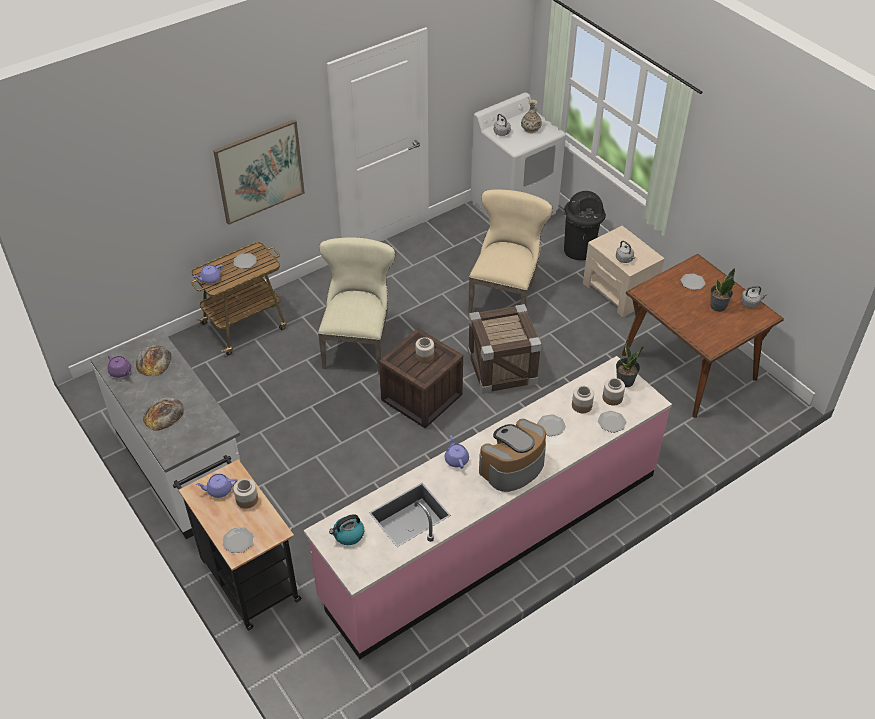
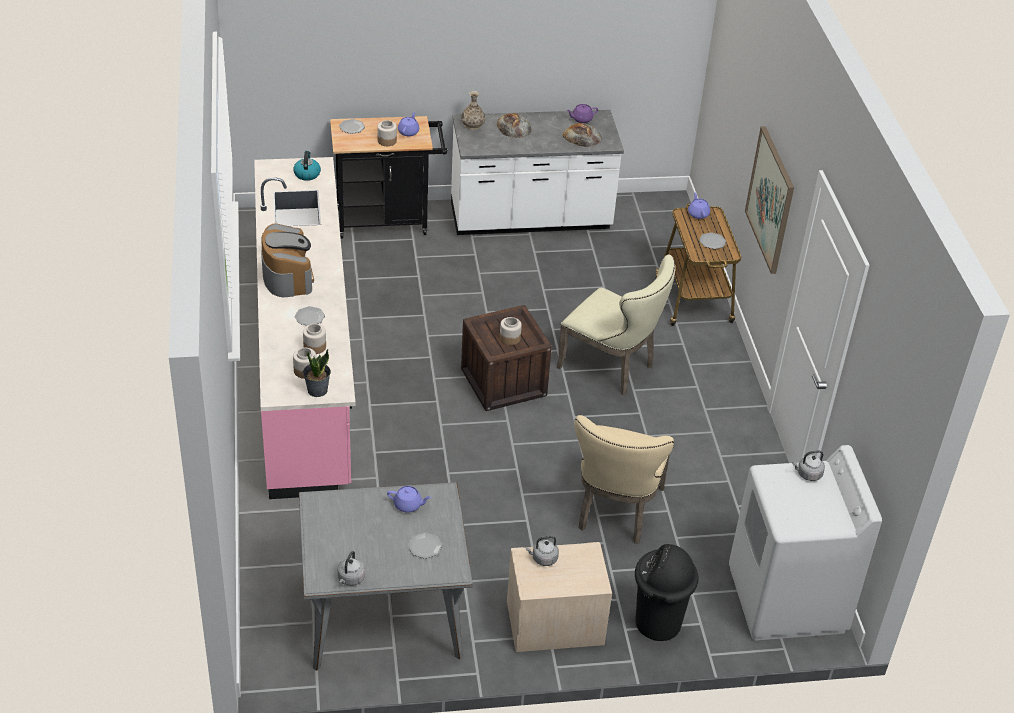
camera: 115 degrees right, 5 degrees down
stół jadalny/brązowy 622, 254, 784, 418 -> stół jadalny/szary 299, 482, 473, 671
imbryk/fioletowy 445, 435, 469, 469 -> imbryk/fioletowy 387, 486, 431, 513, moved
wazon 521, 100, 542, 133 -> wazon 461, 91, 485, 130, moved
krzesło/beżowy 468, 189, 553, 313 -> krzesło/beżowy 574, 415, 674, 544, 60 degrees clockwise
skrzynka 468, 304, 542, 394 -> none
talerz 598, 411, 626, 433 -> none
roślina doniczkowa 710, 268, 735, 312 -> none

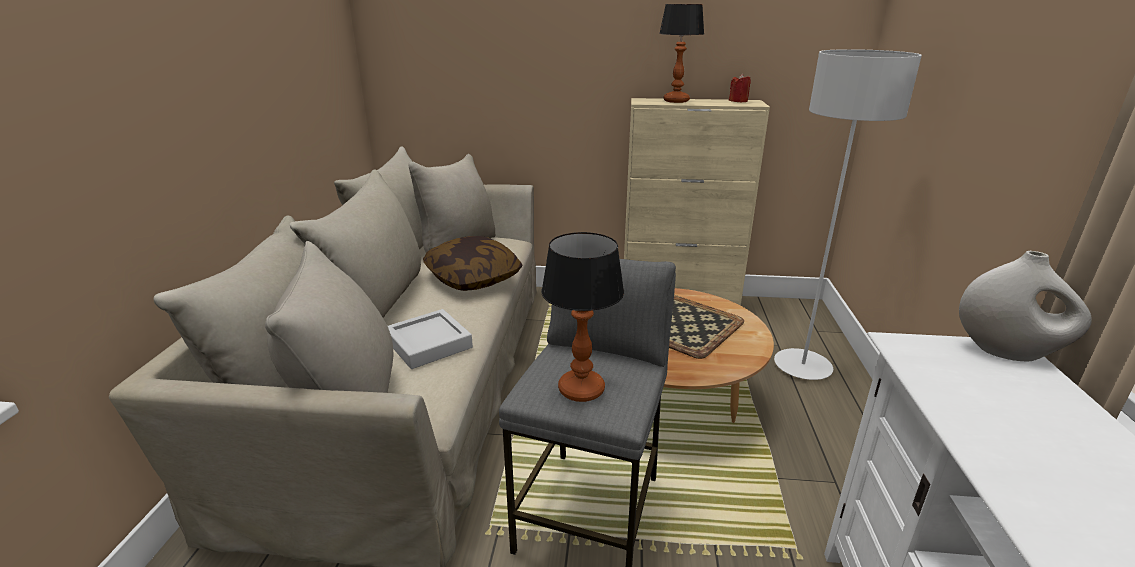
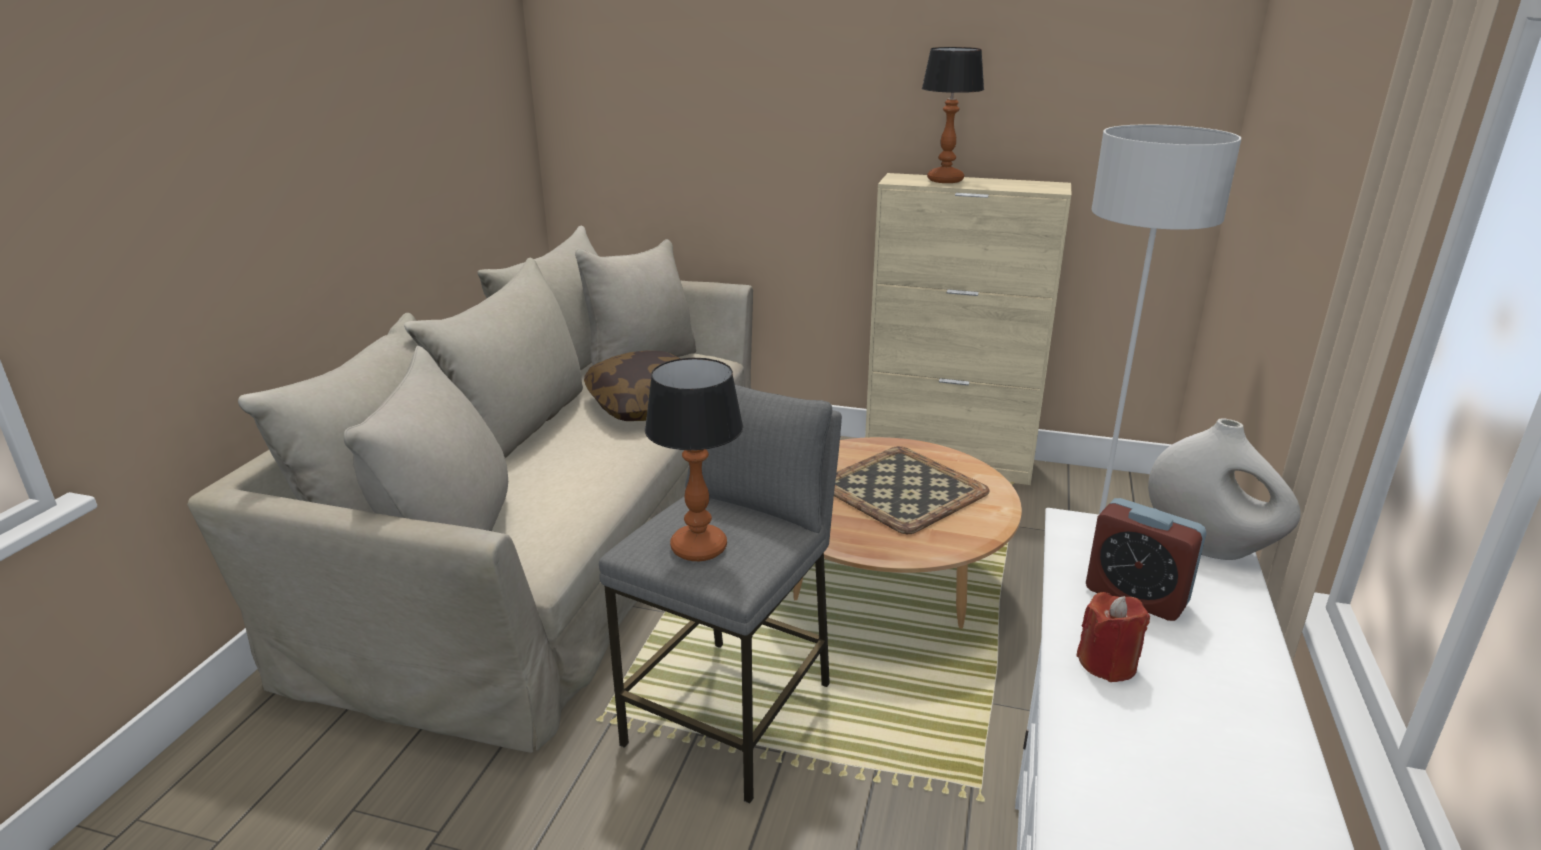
camera: 10 degrees right, 0 degrees up
świeca/czerwony 729, 74, 751, 102 -> świeca/czerwony 1076, 592, 1150, 682, moved
none -> budzik 1086, 498, 1206, 621
taca/szary 388, 309, 473, 369 -> none

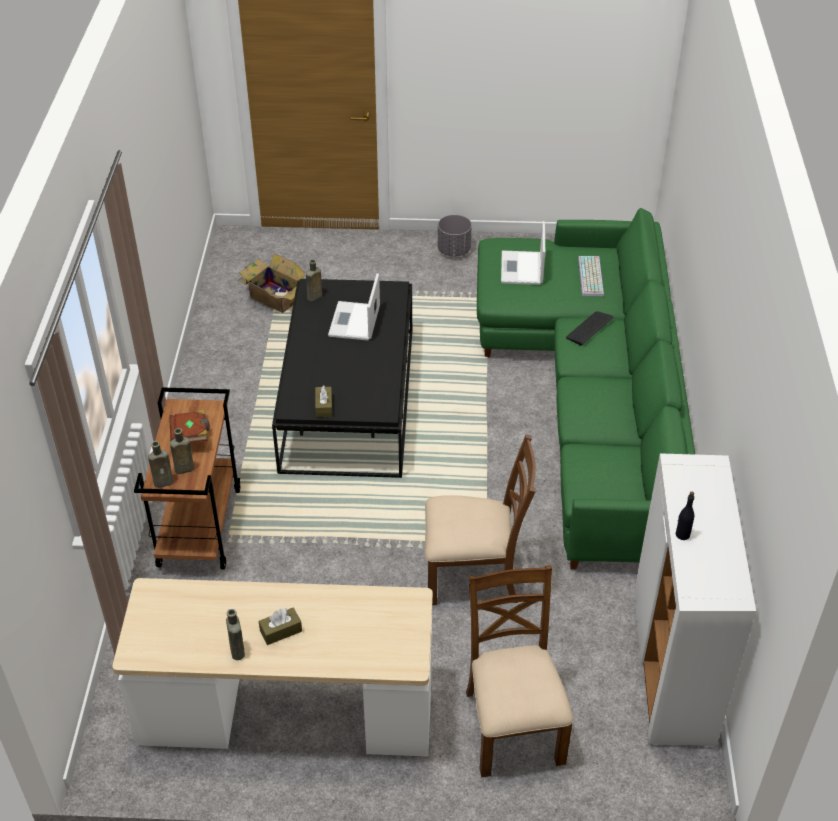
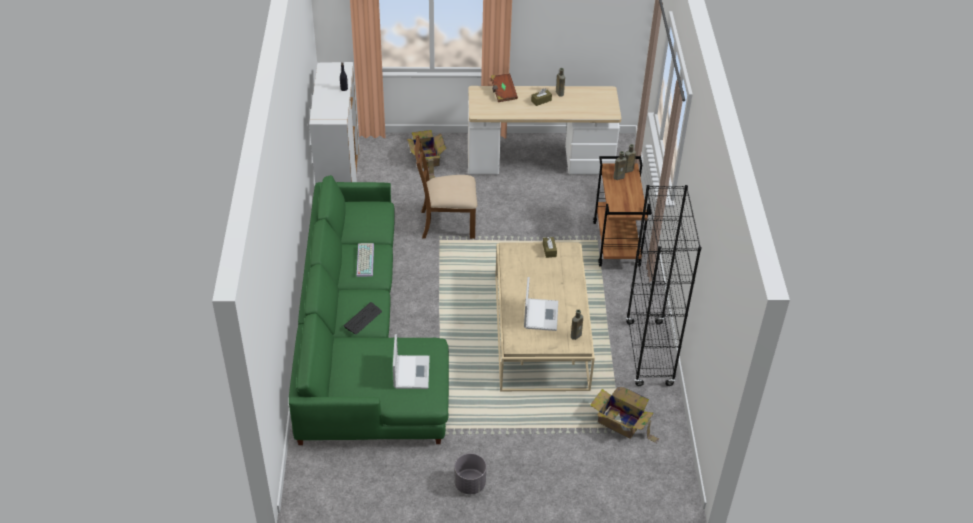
camera: 175 degrees right, 0 degrees up
klawiatura 578, 256, 604, 296 -> klawiatura 356, 243, 374, 277, moved
krzesło/brązowy 466, 565, 573, 777 -> karton 406, 130, 446, 179
książka/brązowy 169, 410, 210, 443 -> książka/brązowy 491, 73, 518, 102, moved
ława/czarny 272, 279, 412, 478 -> ława/beżowy 495, 242, 595, 391
none -> regał/czarny 625, 185, 702, 386

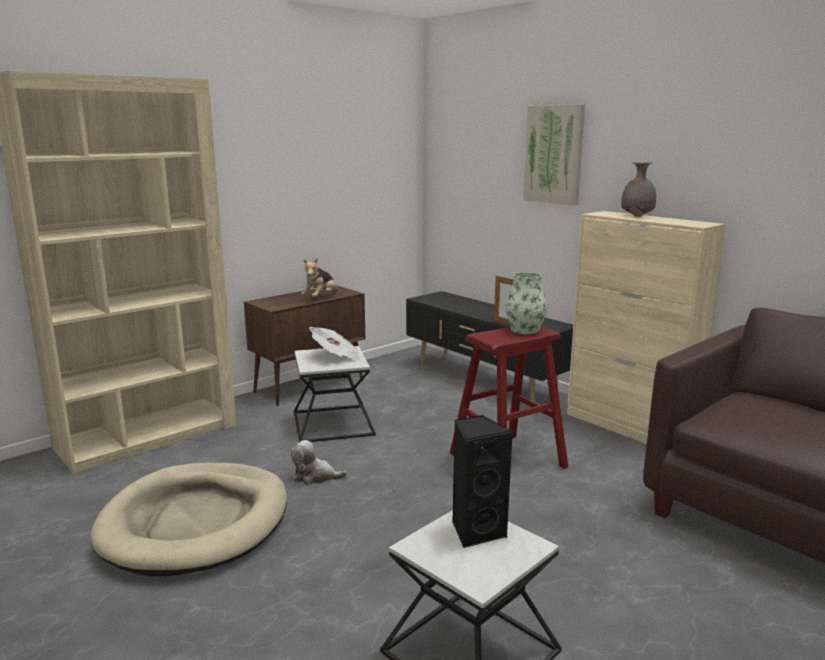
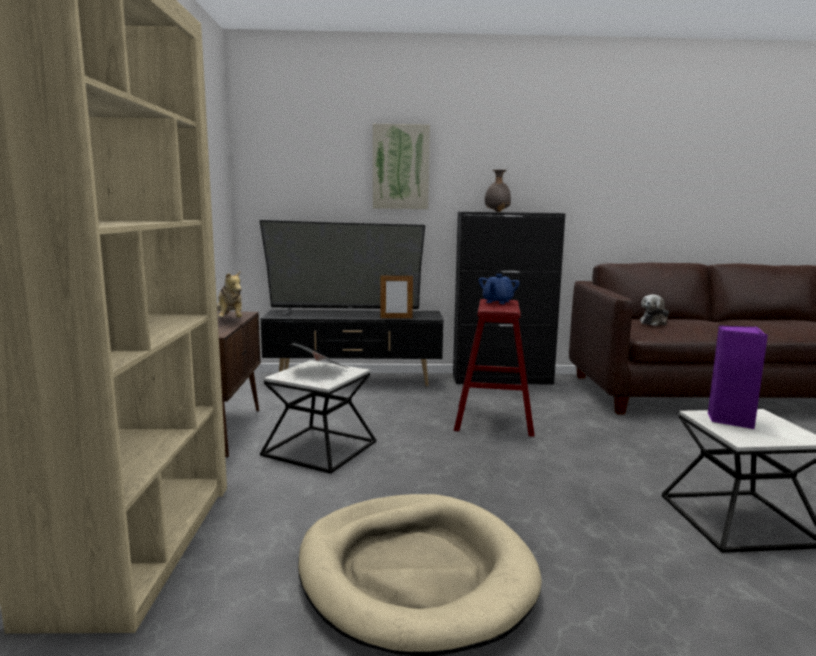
camera: 50 degrees left, 5 degrees down
none -> telewizor 260, 220, 425, 316
szafka/beżowy 567, 211, 725, 444 -> szafka/czarny 453, 212, 566, 384
wazon 505, 272, 547, 334 -> imbryk/niebieski 479, 274, 520, 304
pluszak 290, 440, 347, 485 -> pluszak 640, 294, 669, 326, moved
głośnik/czarny 452, 415, 513, 548 -> głośnik/fioletowy 708, 325, 768, 429

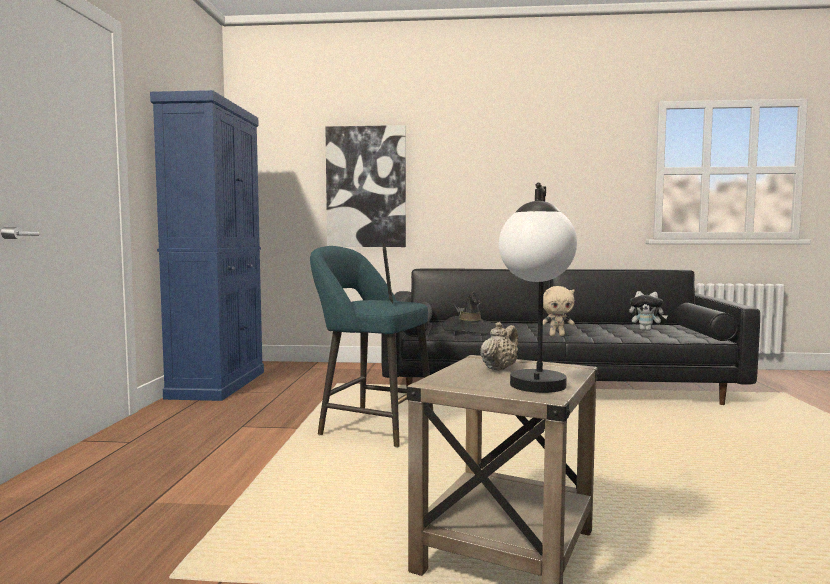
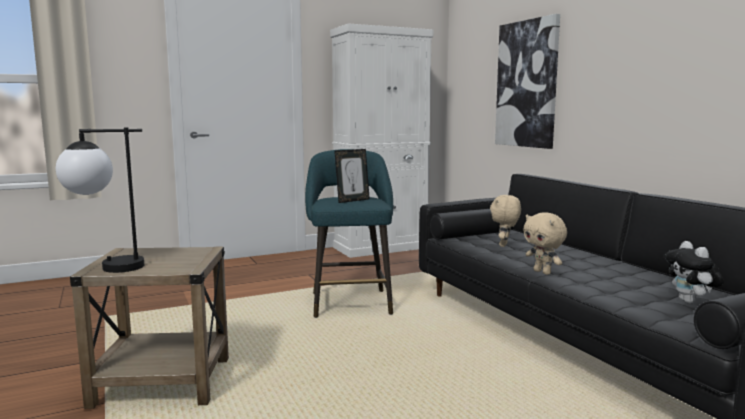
camera: 60 degrees right, 5 degrees up
szafka/niebieski 150, 90, 264, 401 -> szafka/biały 330, 23, 433, 258
kapelusz/czarny 442, 291, 496, 334 -> pluszak/beżowy 490, 195, 521, 247
imbryk/beżowy 481, 322, 518, 371 -> none

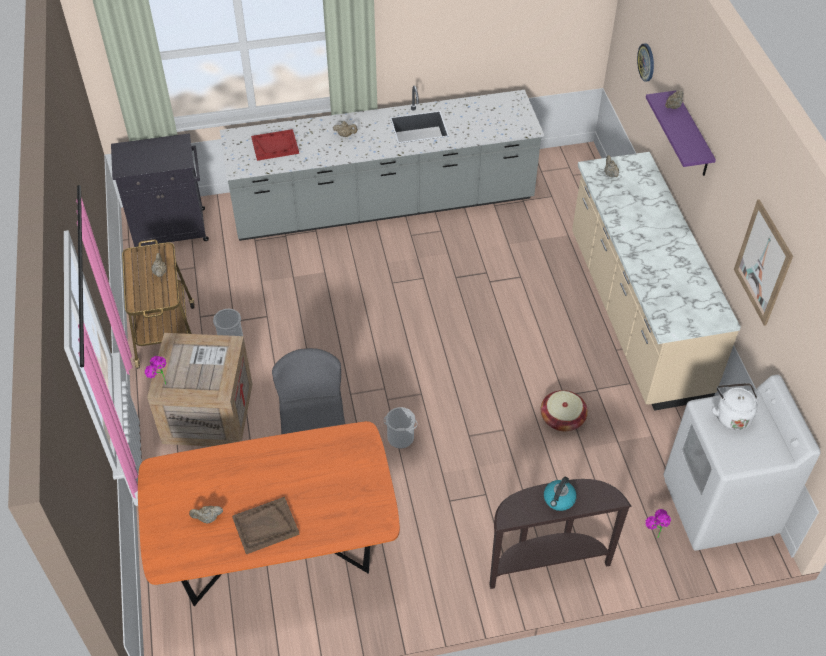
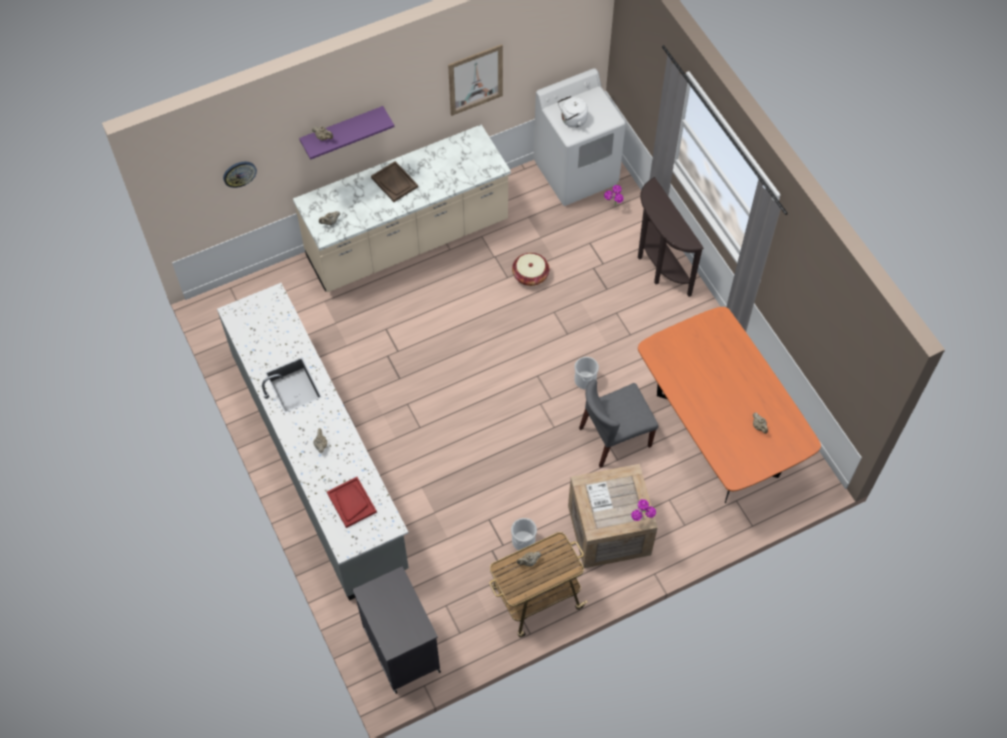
camera: 105 degrees left, 10 degrees up
taca/brązowy 232, 497, 300, 554 -> taca/brązowy 371, 161, 418, 202, moved
czajnik 544, 477, 577, 511 -> none

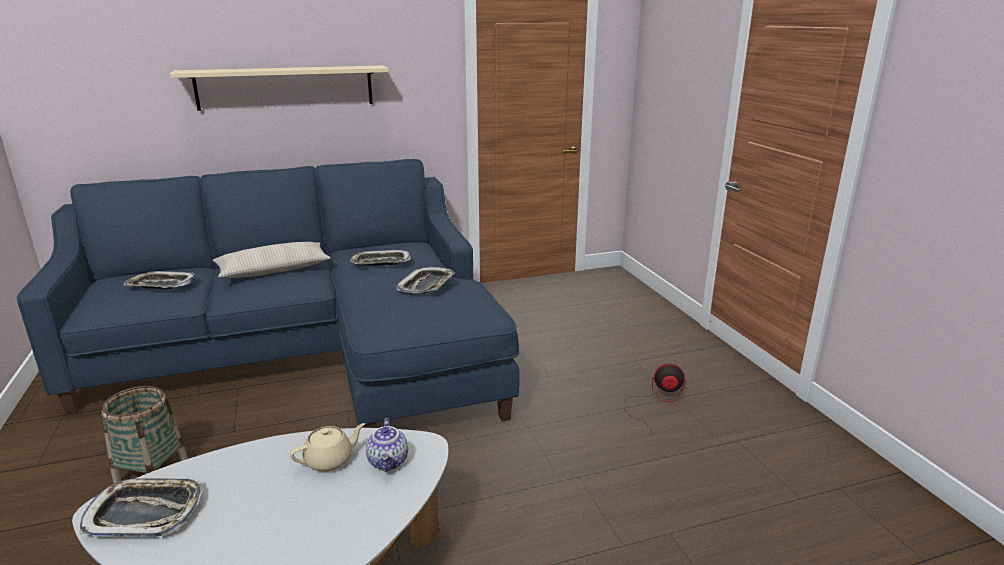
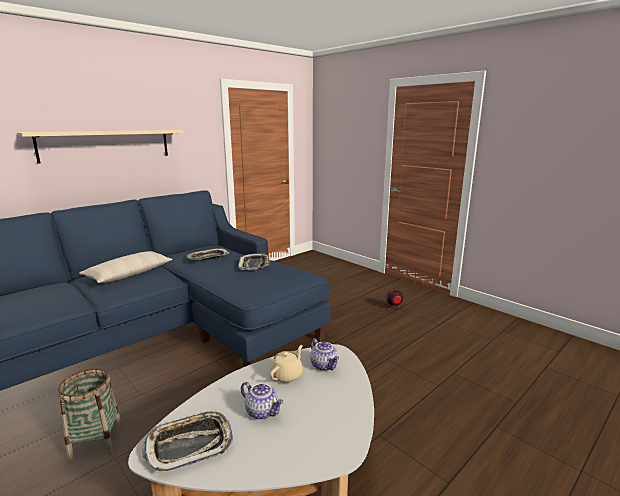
camera: 25 degrees left, 5 degrees down
none -> imbryk 241, 382, 284, 420
taca 124, 271, 195, 290 -> none

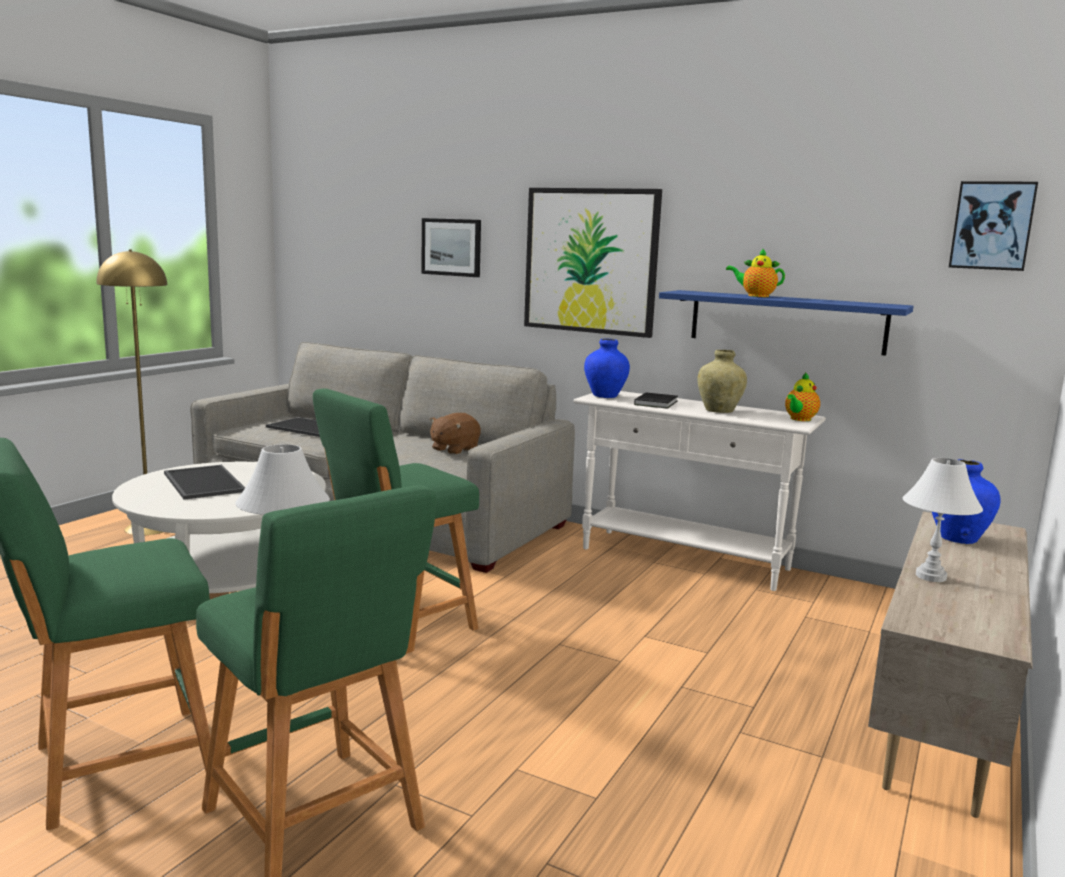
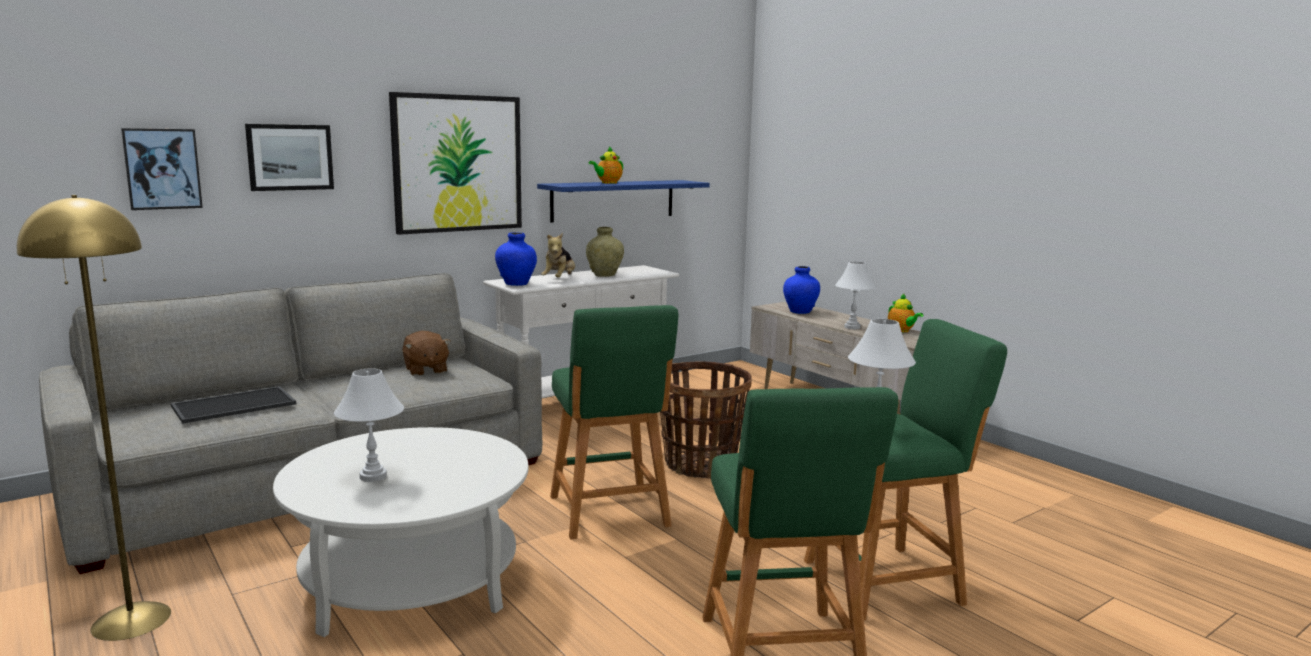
camera: 65 degrees left, 0 degrees up
obraz 949, 181, 1038, 271 -> obraz 121, 128, 203, 210, moved
taca 164, 465, 245, 499 -> lampa stołowa/biały 334, 368, 404, 482
książka/czarny 634, 392, 678, 409 -> pluszak 541, 233, 575, 277
none -> koszyk 660, 361, 752, 478
imbryk 785, 372, 820, 421 -> imbryk 888, 294, 924, 332, moved

